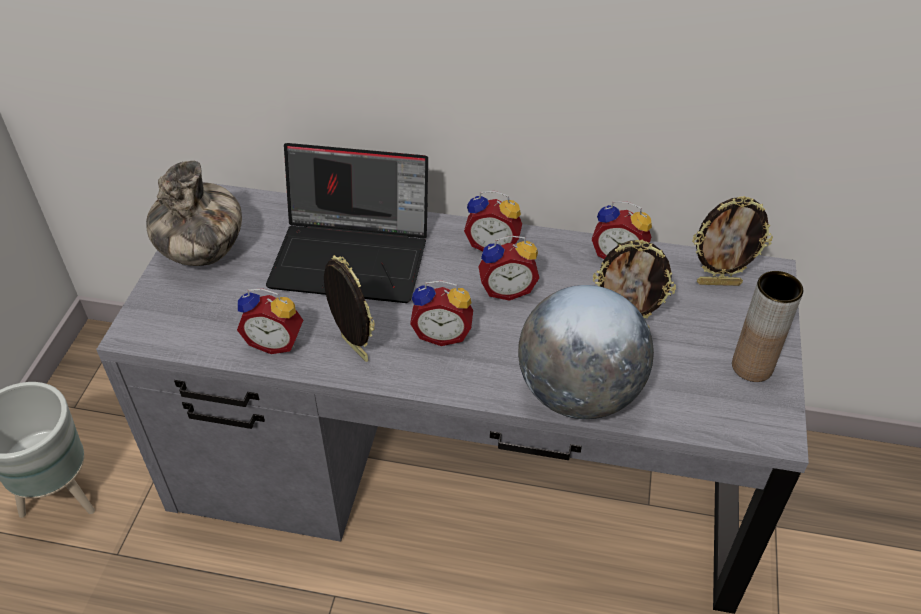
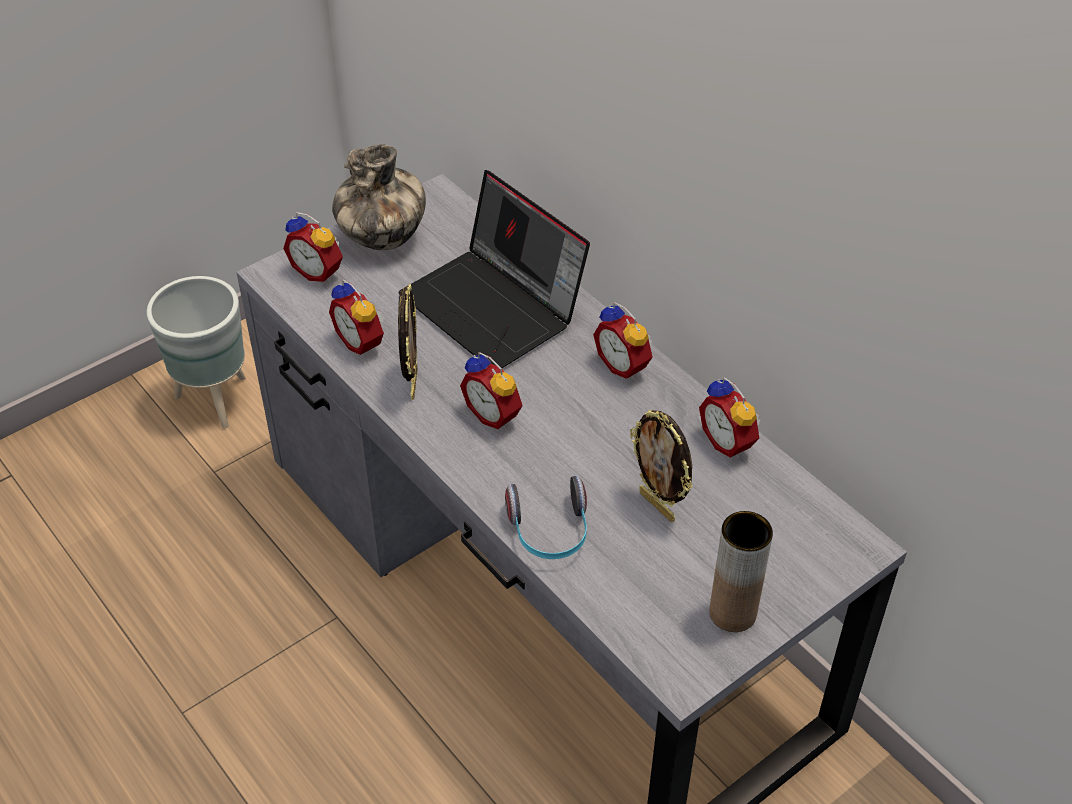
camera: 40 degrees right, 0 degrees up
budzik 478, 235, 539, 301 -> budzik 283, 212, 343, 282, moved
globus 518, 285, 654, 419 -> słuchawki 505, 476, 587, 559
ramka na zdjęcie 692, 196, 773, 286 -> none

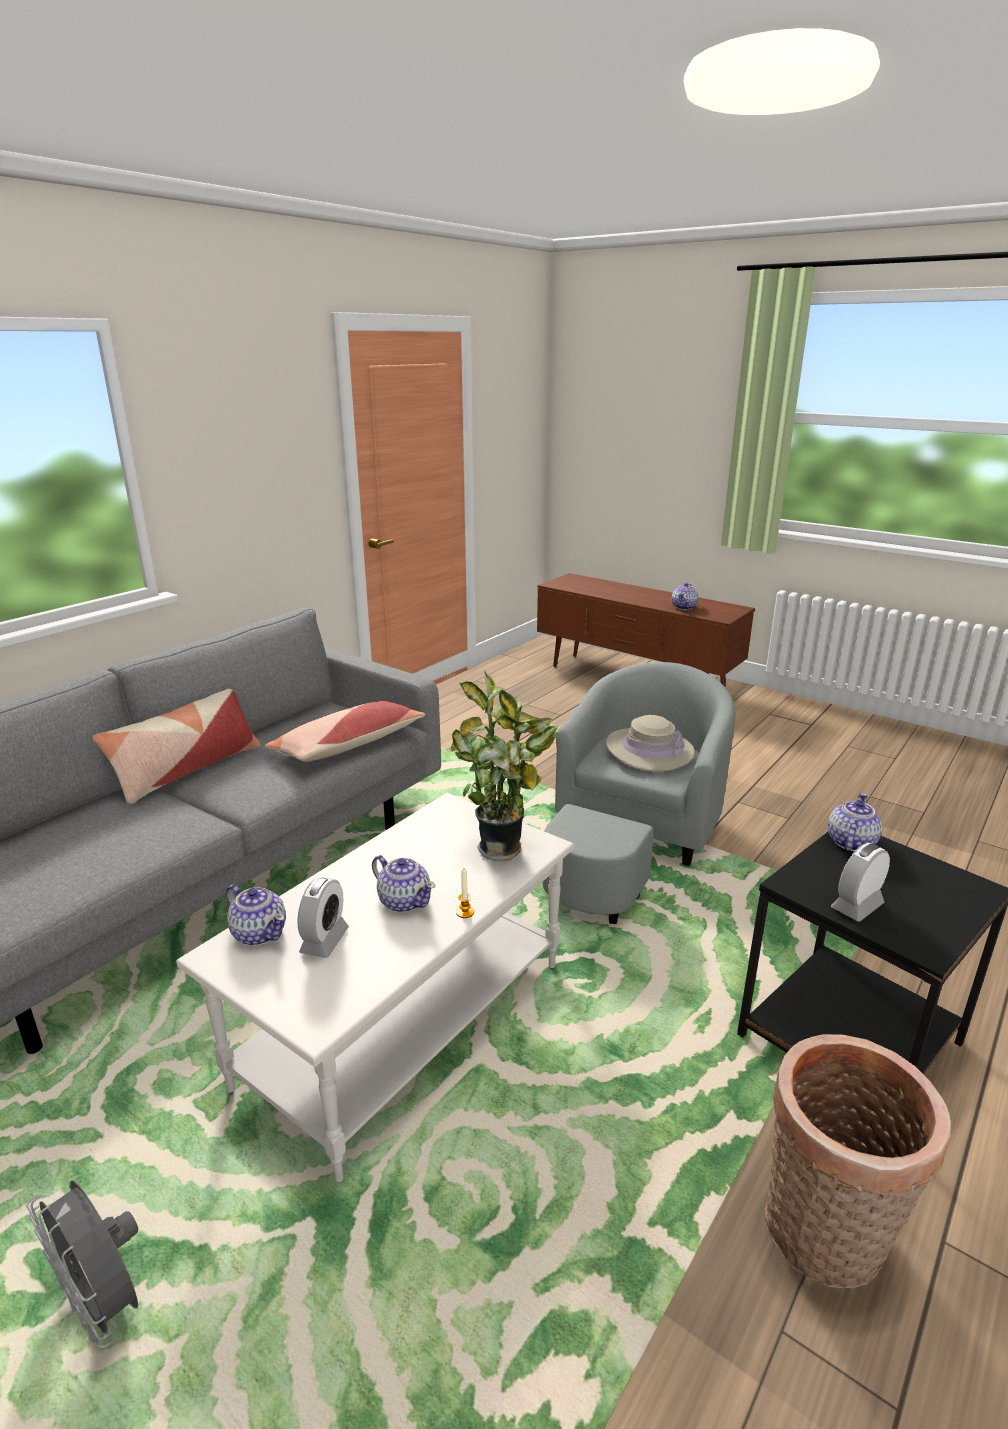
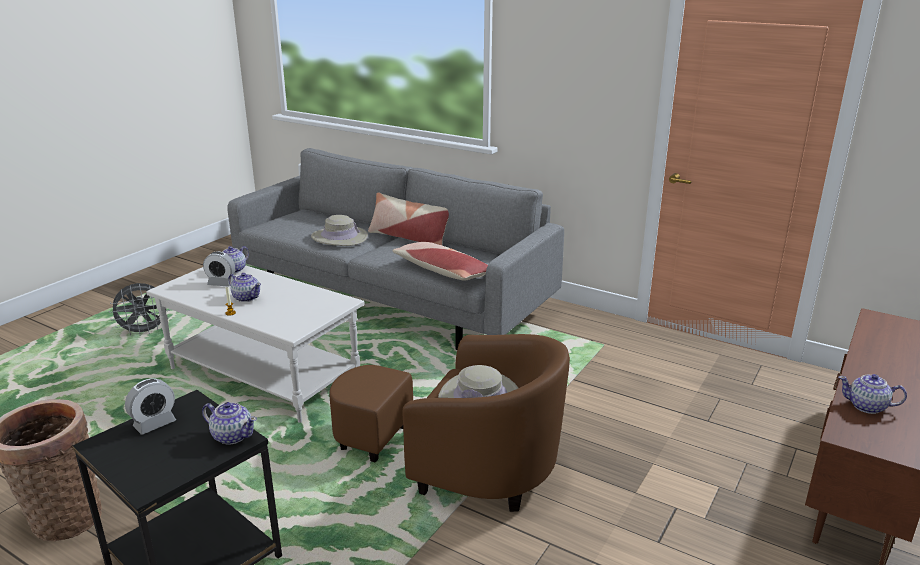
camera: 85 degrees right, 0 degrees up
wentylator/szary 26, 1180, 138, 1348 -> wentylator/szary 109, 283, 170, 336, 150 degrees counterclockwise
budzik 831, 843, 890, 922 -> budzik 125, 379, 176, 435, 90 degrees clockwise
imbryk 372, 855, 435, 913 -> imbryk 228, 273, 261, 302, 90 degrees counterclockwise
none -> kapelusz/beżowy 311, 215, 368, 246
fotel/szary 543, 662, 736, 924 -> fotel/brązowy 329, 334, 570, 512
roślina doniczkowa 451, 670, 558, 861 -> none

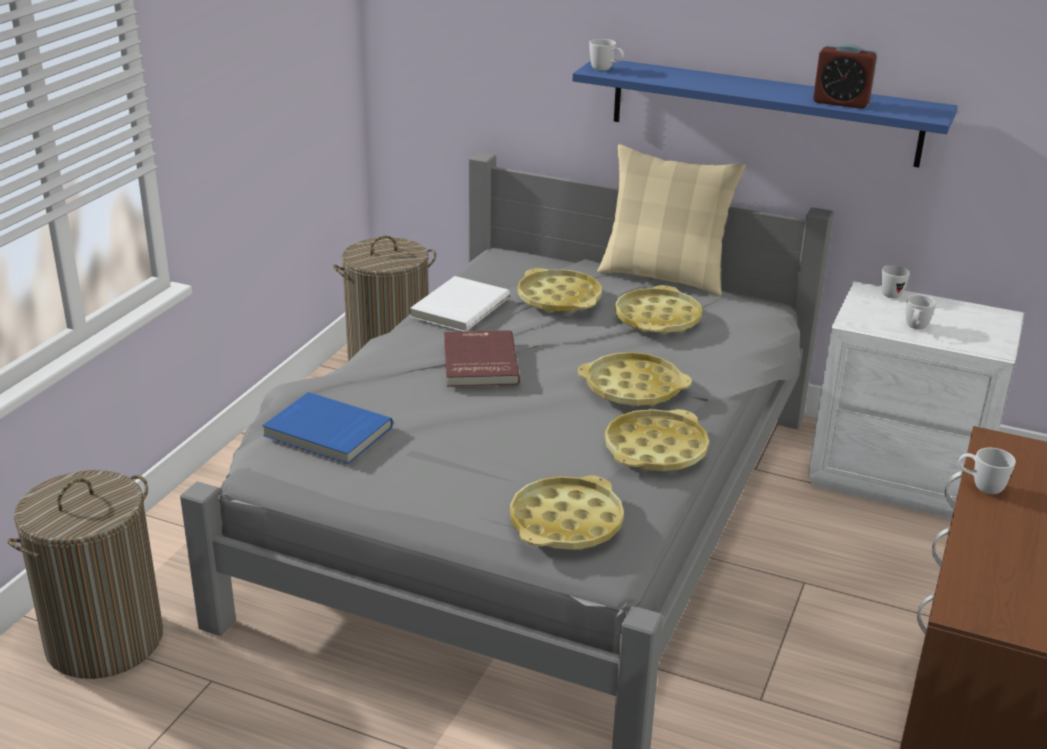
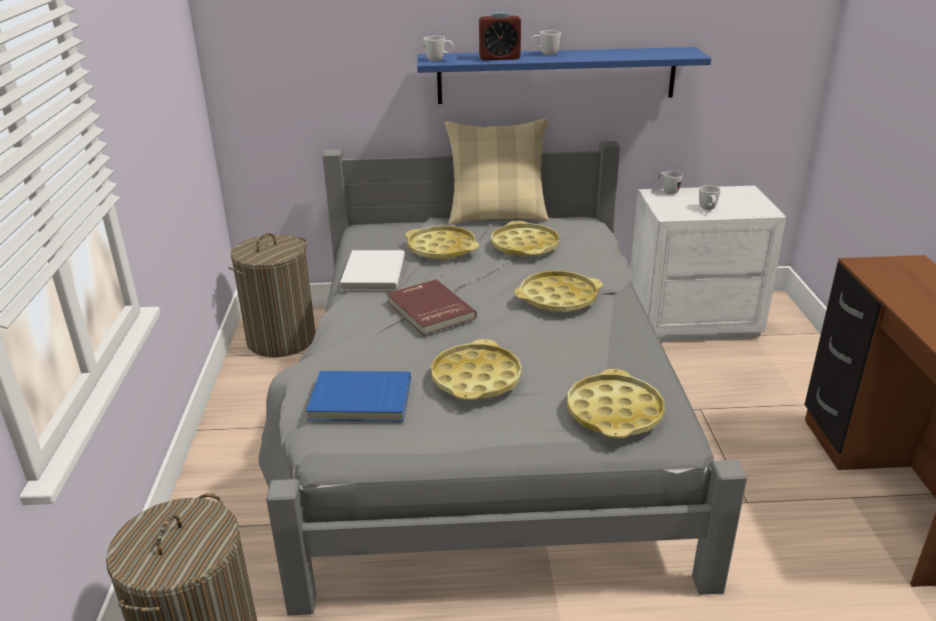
camera: 25 degrees left, 0 degrees up
taca/żółty 605, 409, 709, 471 -> taca/żółty 431, 339, 522, 400, moved
budzik 813, 43, 878, 109 -> budzik 479, 11, 521, 61, moved
kubek/biały 959, 448, 1016, 494 -> kubek/biały 531, 30, 561, 55, moved

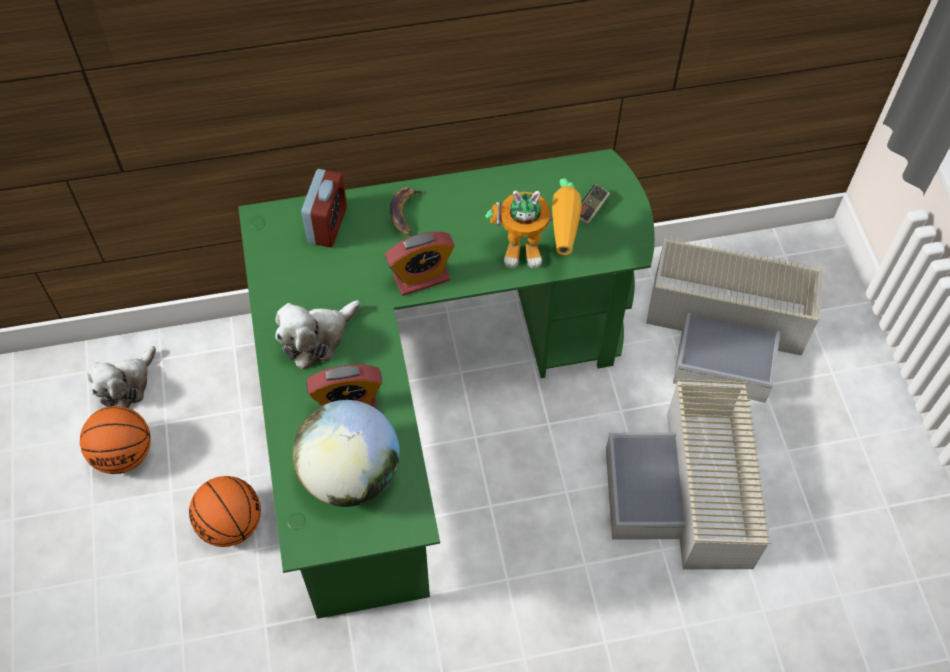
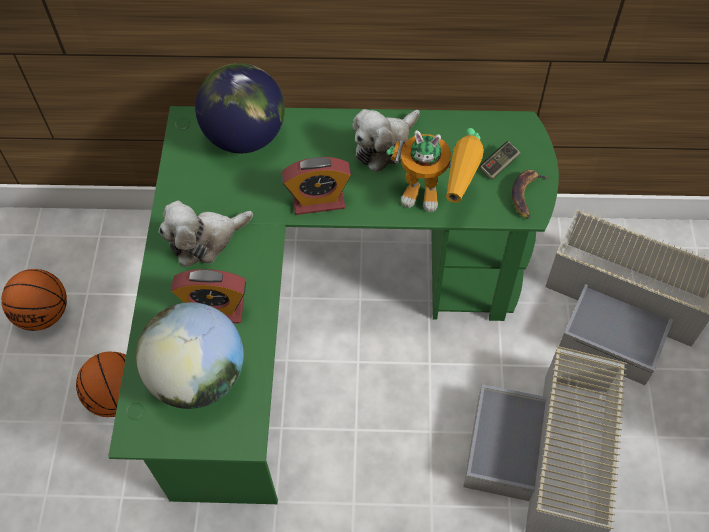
camera: 15 degrees right, 0 degrees up
budzik 301, 169, 347, 247 -> globus 195, 63, 285, 153
pluszak 87, 346, 156, 408 -> pluszak 352, 109, 420, 172, moved
banan 390, 187, 426, 235 -> banan 512, 170, 549, 219, moved

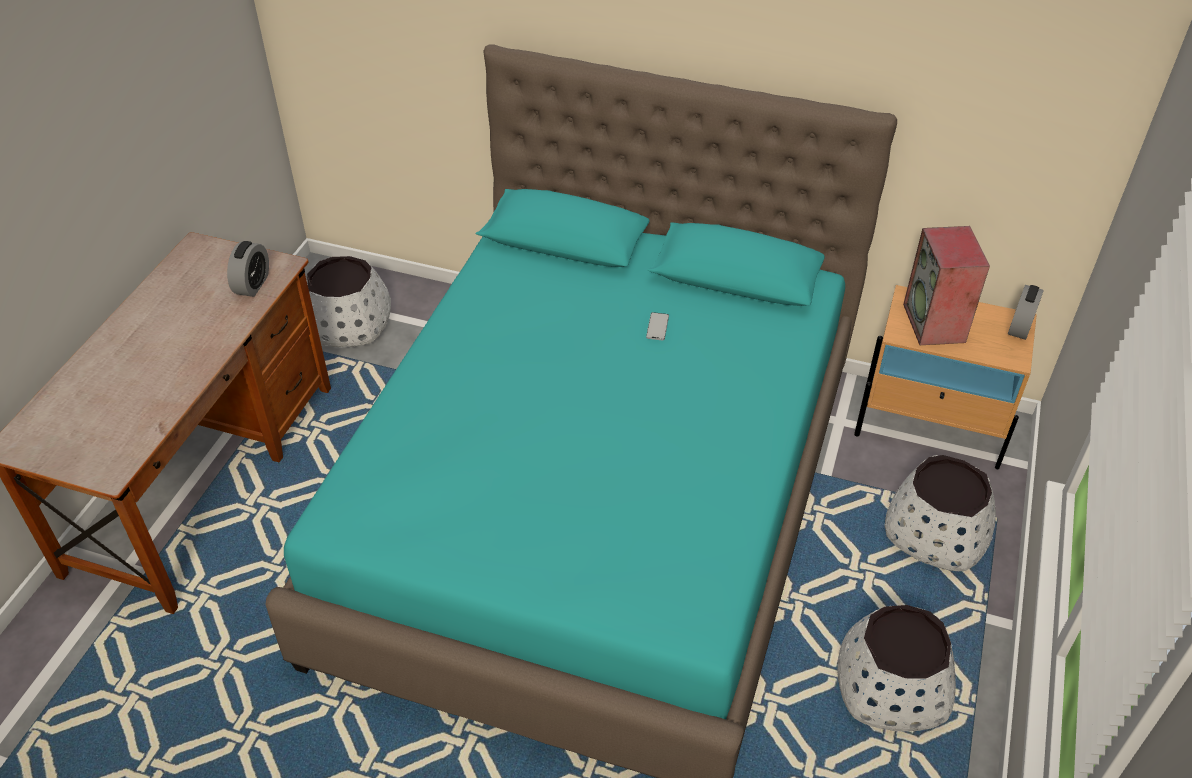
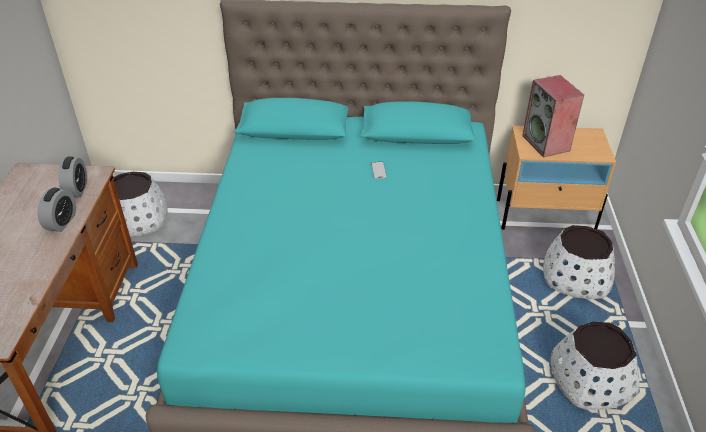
camera: 15 degrees left, 5 degrees down
budzik 1008, 285, 1044, 340 -> budzik 38, 188, 76, 232, moved

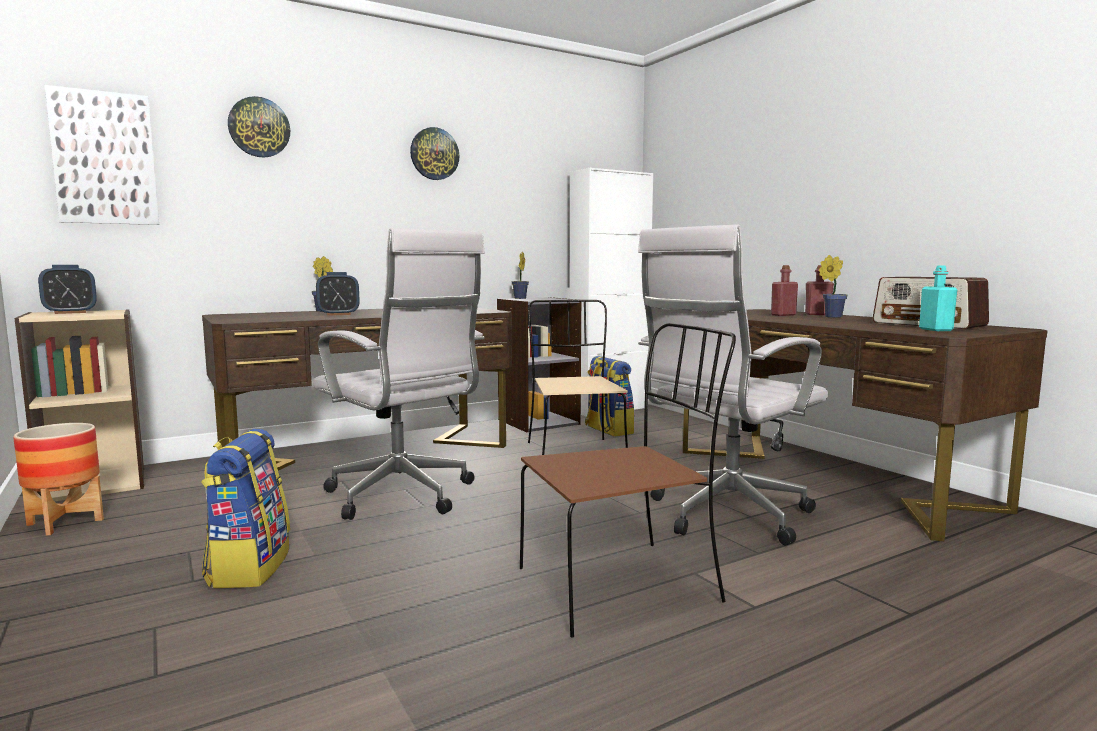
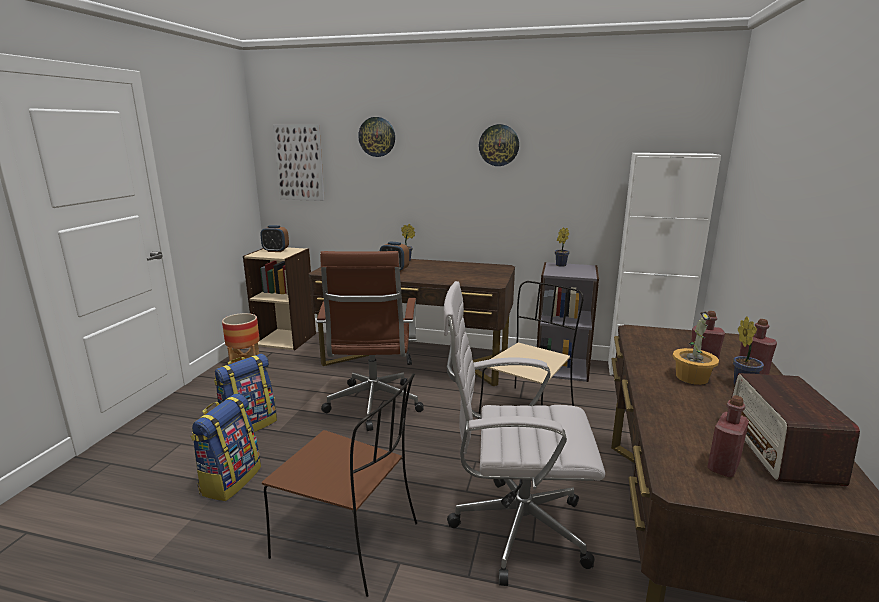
camera: 45 degrees right, 10 degrees up
plecak 585, 356, 634, 437 -> plecak 190, 394, 261, 501, moved
krzesło biurowe/biały 313, 228, 485, 520 -> krzesło biurowe/brązowy 316, 251, 424, 431
none -> roślina doniczkowa 672, 312, 719, 385
butelka/turkusowy 919, 266, 957, 331 -> butelka/czerwony 707, 395, 749, 477

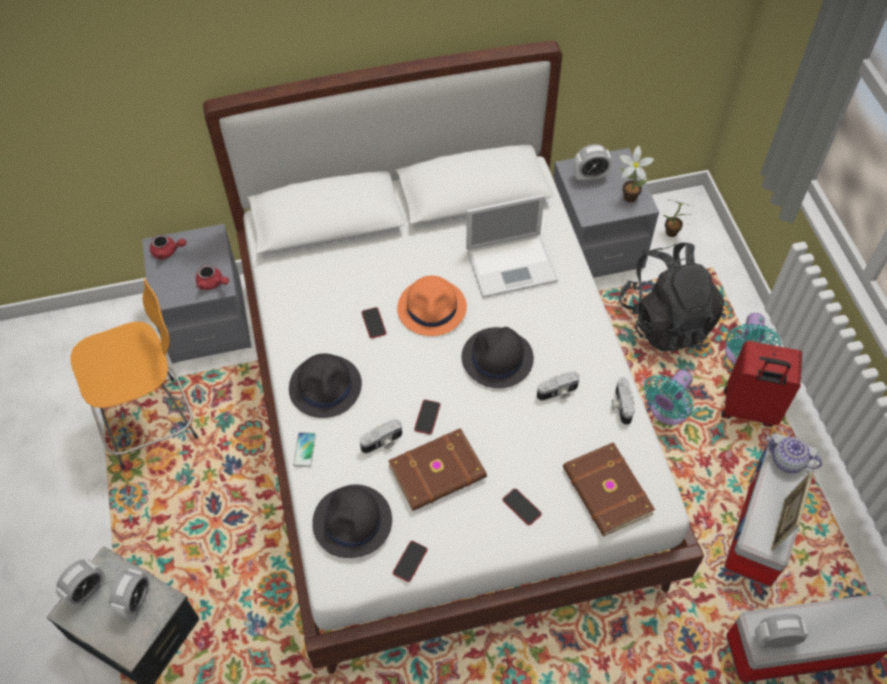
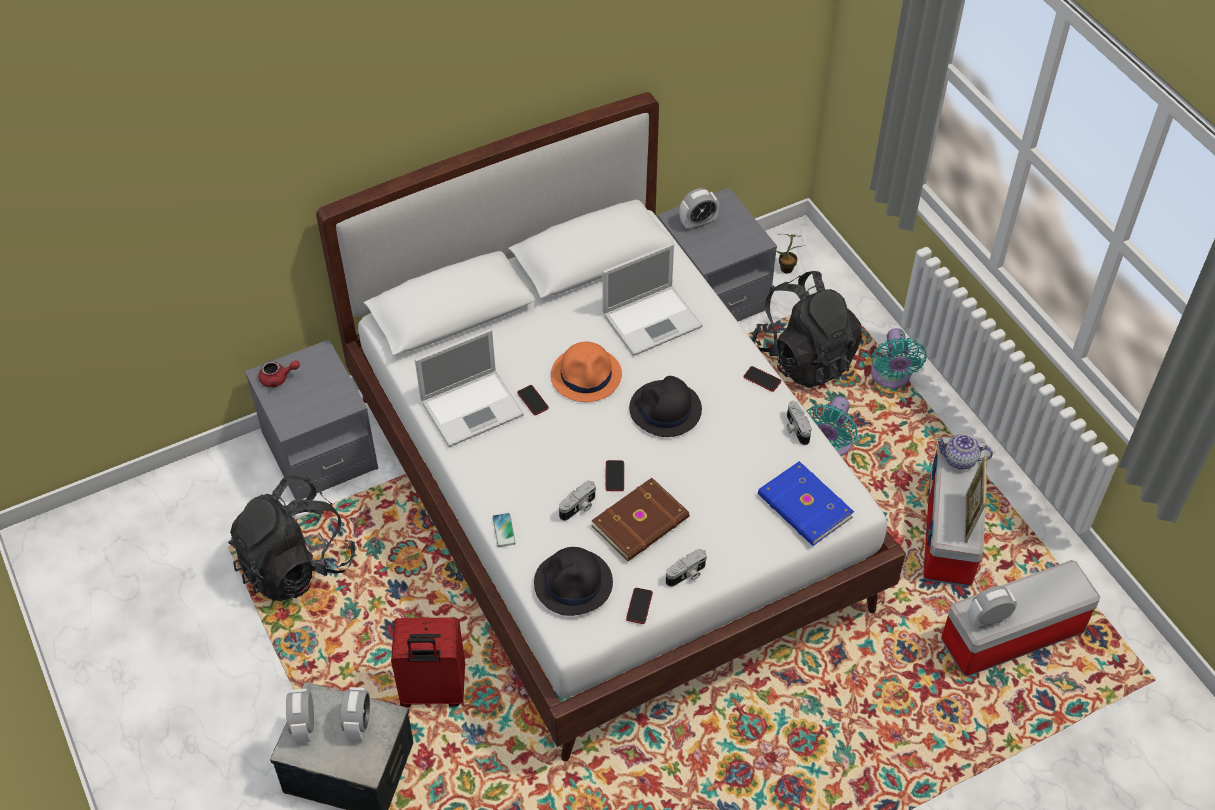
camera: 15 degrees left, 5 degrees down
stołek/pomarańczowy 71, 279, 198, 470 -> plecak/czarny 228, 475, 355, 601
budzik 56, 559, 106, 609 -> budzik 286, 689, 314, 743, 150 degrees clockwise
walizka/czerwony 721, 341, 802, 427 -> walizka/czerwony 391, 617, 465, 707, moved
none -> laptop 415, 329, 524, 447
aparat fotograficzny 537, 371, 579, 401 -> aparat fotograficzny 666, 549, 707, 587, moved
telefon 502, 489, 542, 525 -> telefon 744, 366, 781, 392, moved
książka/brązowy 563, 442, 655, 536 -> książka/niebieski 758, 461, 854, 546
imbryk/czerwony 196, 265, 229, 290 -> none
kapelusz/czarny 289, 353, 362, 418 -> none
roślina doniczkowa 620, 146, 654, 203 -> none

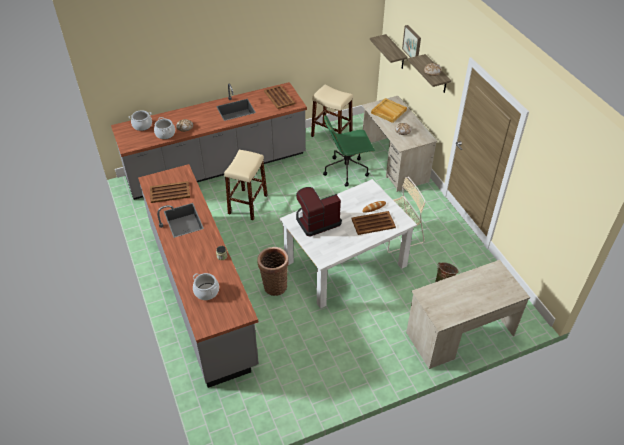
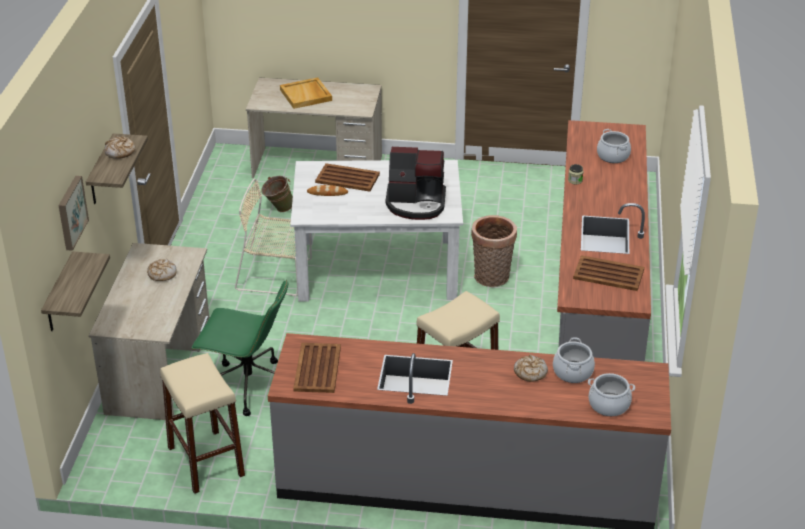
camera: 150 degrees left, 10 degrees down
taca/beżowy 371, 98, 407, 123 -> taca/beżowy 280, 77, 332, 109, moved

